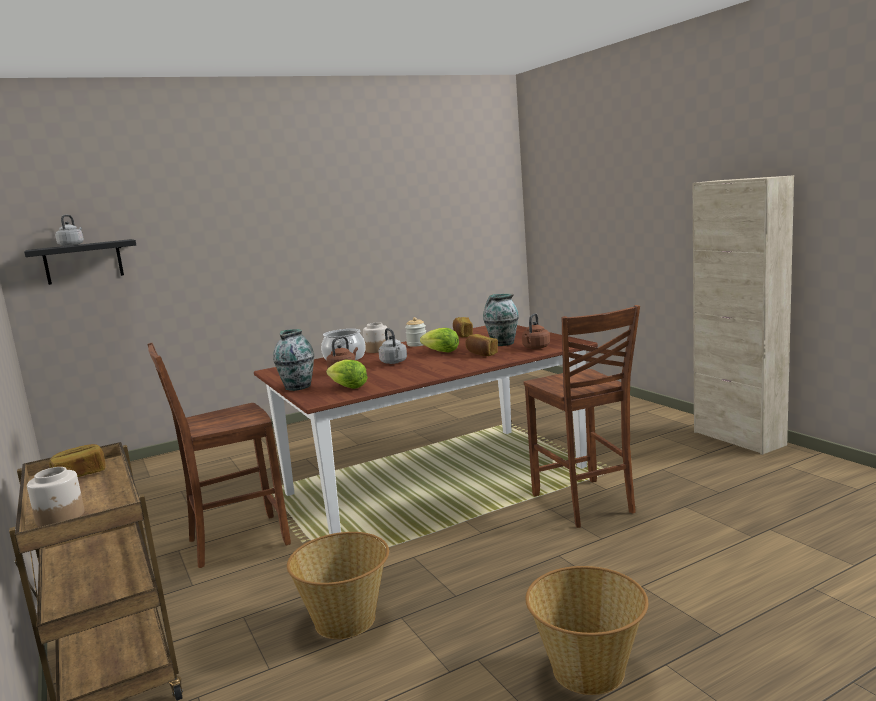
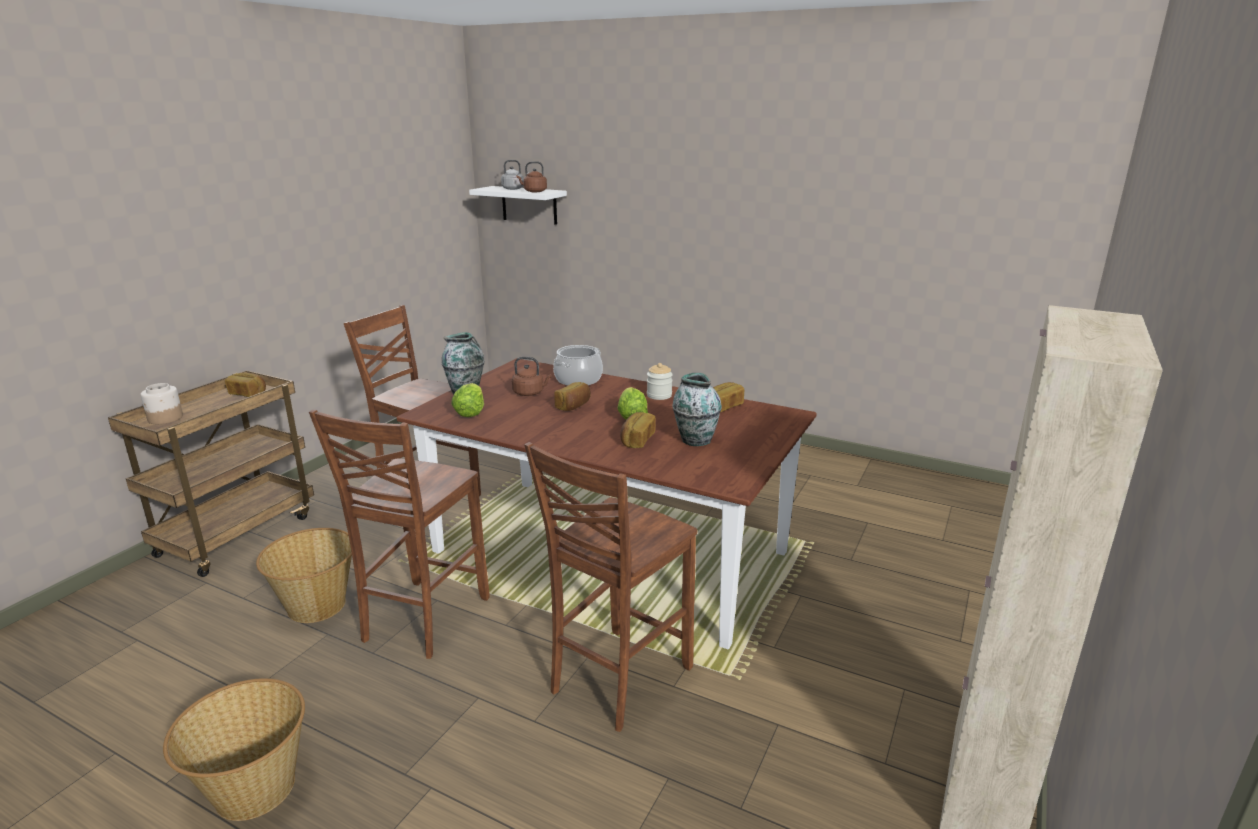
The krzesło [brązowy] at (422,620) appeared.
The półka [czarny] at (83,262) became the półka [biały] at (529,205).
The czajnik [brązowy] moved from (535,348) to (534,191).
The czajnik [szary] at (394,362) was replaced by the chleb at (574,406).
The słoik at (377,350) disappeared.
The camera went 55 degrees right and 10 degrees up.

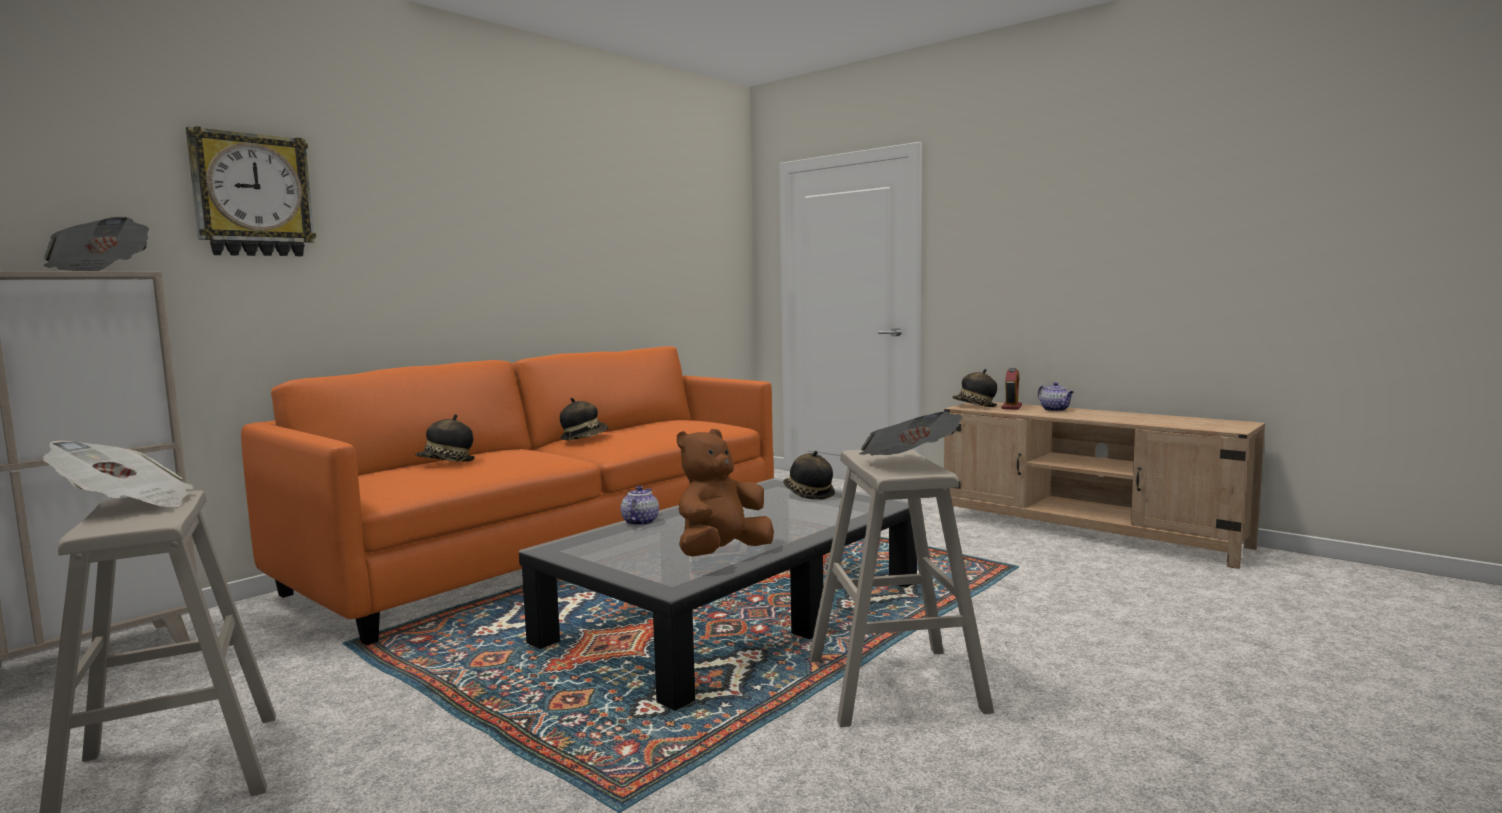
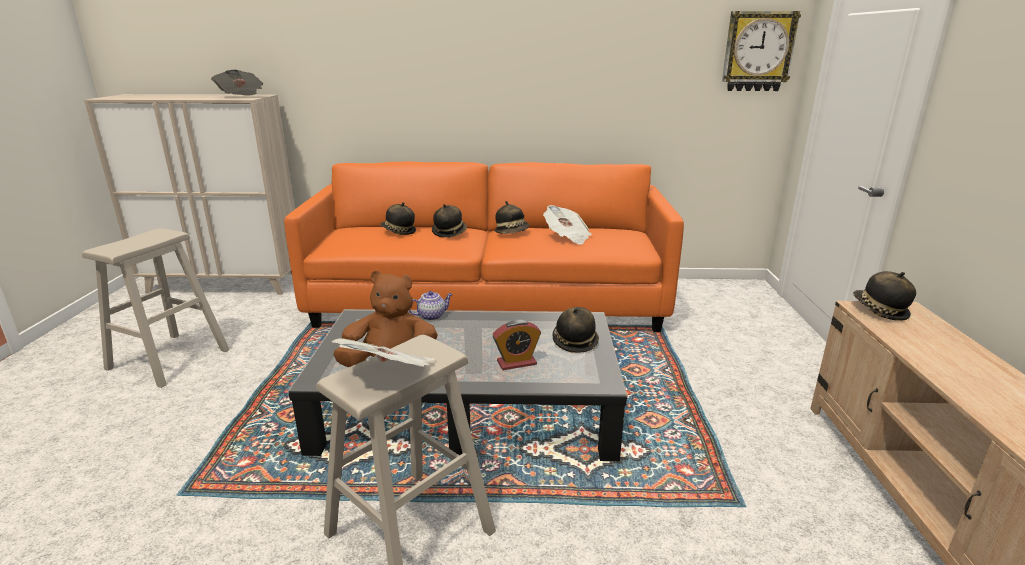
The kapelusz at (449,232) appeared.
The budzik moved from (1011,407) to (516,362).
The gazeta moved from (127,505) to (567,237).
The zegar ścienny moved from (252,195) to (758,52).
The imbryk at (1055,410) disappeared.
The camera went 50 degrees right and 15 degrees up.

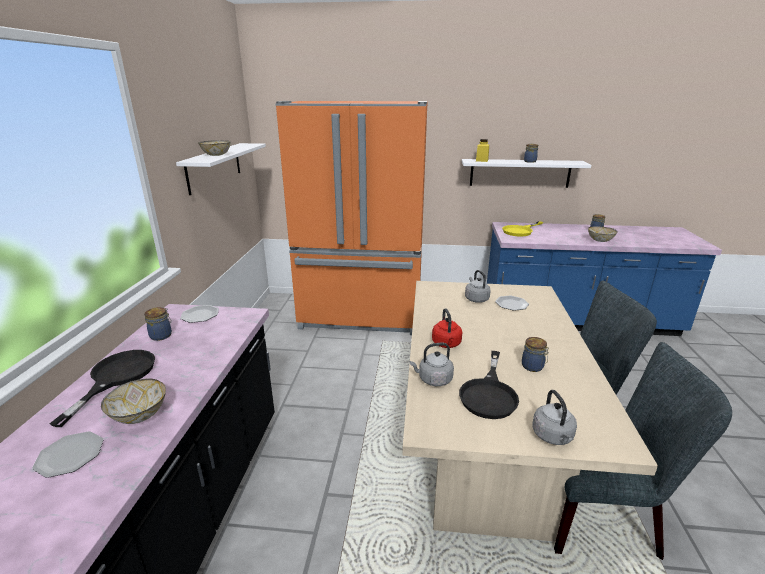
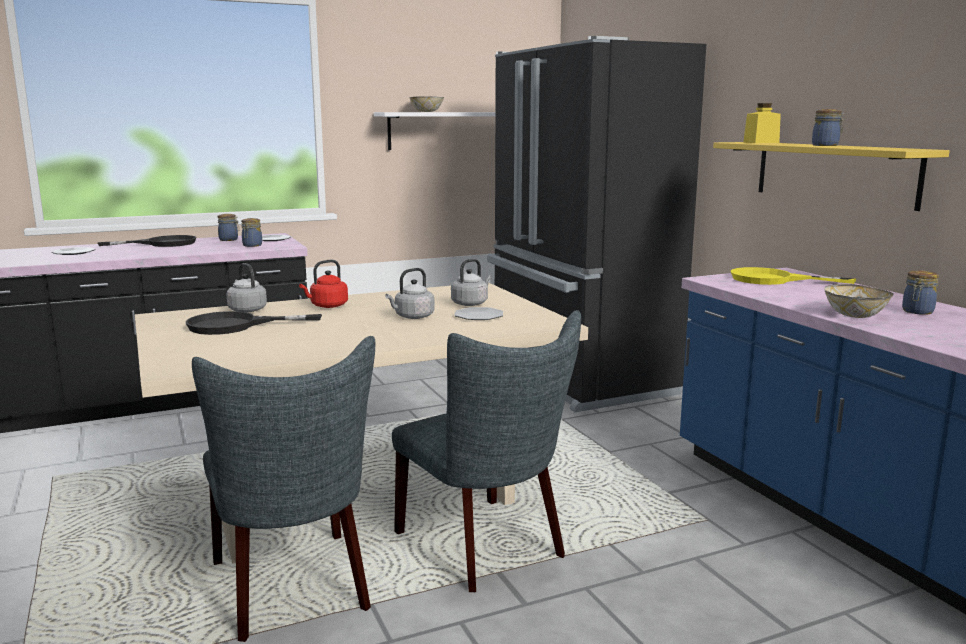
The słoik moved from (533,367) to (252,245).
The czajnik [szary] moved from (553,437) to (412,317).
The lodówka [pomarańczowy] at (361,315) became the lodówka [czarny] at (577,377).
The półka [biały] at (519,173) became the półka [żółty] at (834,173).
The miska at (139,415) disappeared.
The camera went 60 degrees right and 10 degrees down.

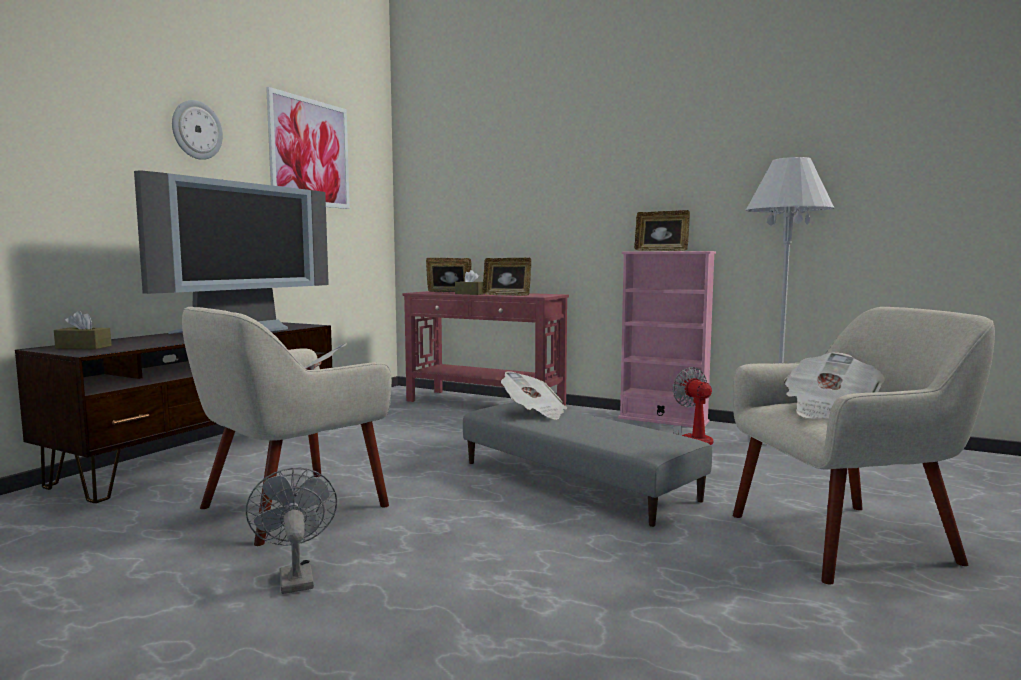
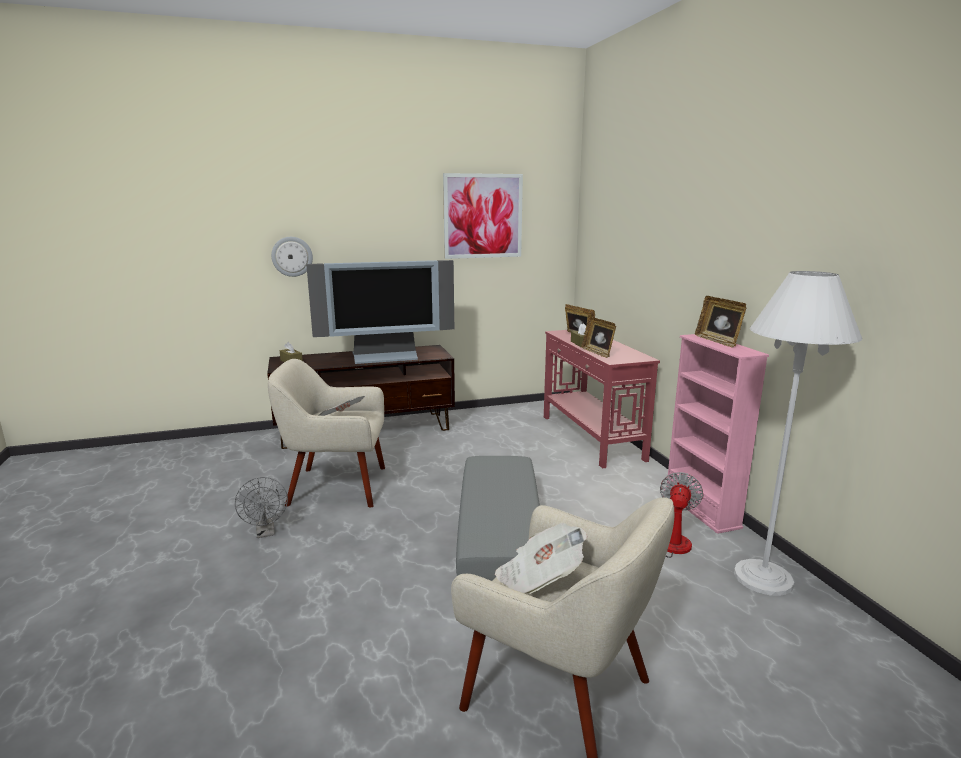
The wentylator [szary] at (294,576) turned 135 degrees clockwise.
The zegar ścienny moved from (196,130) to (292,256).
The gazeta at (534,413) disappeared.
The camera went 45 degrees right and 10 degrees up.

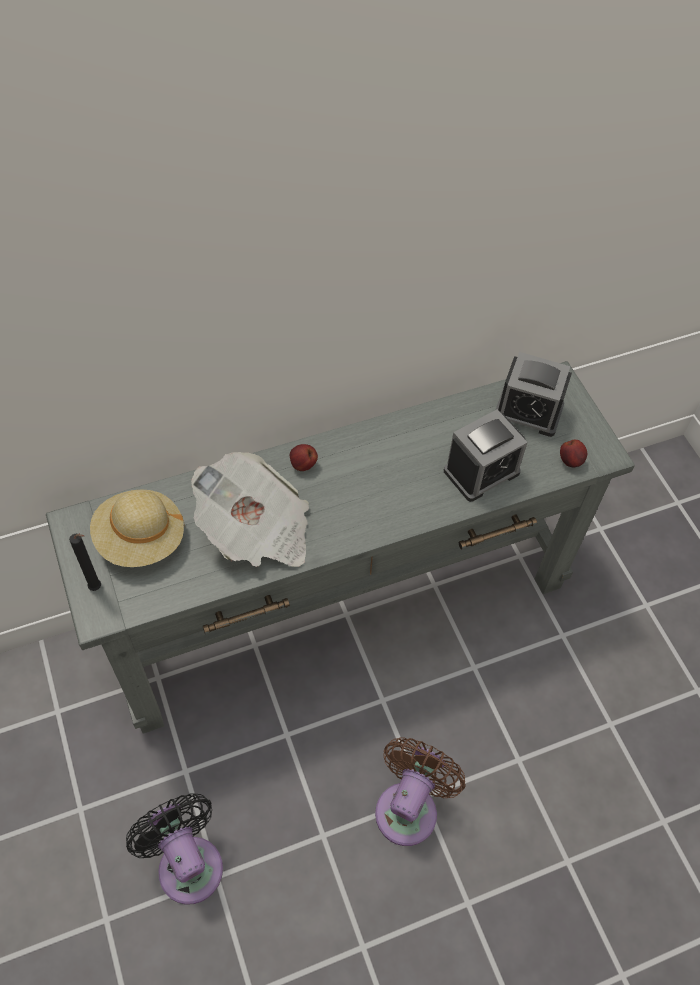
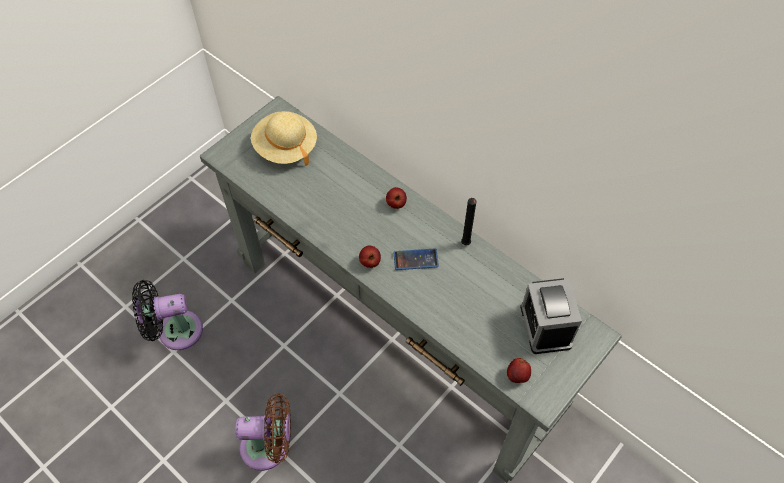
The wentylator [czarny] at (187,862) turned 135 degrees counterclockwise.
The jabłko at (370,262) appeared.
The telefon at (415,259) appeared.
The świeca [czarny] moved from (97,588) to (466,245).
The gazeta at (256,530) disappeared.
The budzik at (481,471) disappeared.
The camera went 65 degrees right and 0 degrees up.

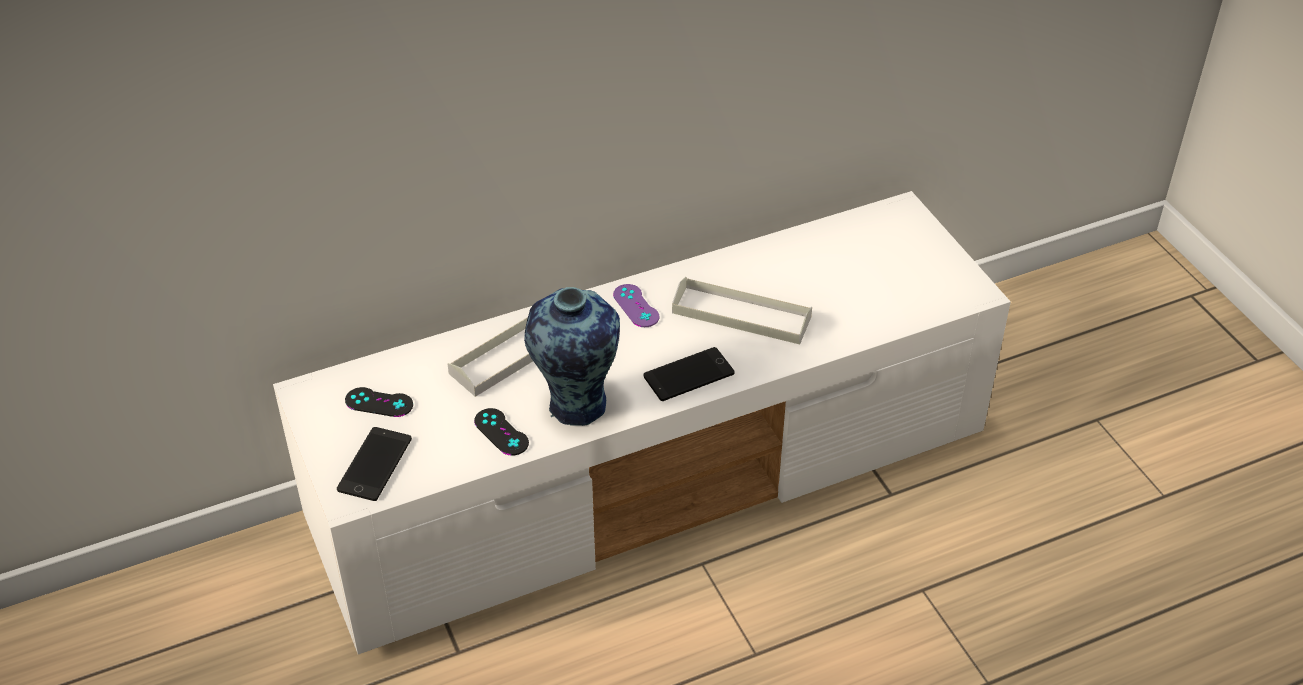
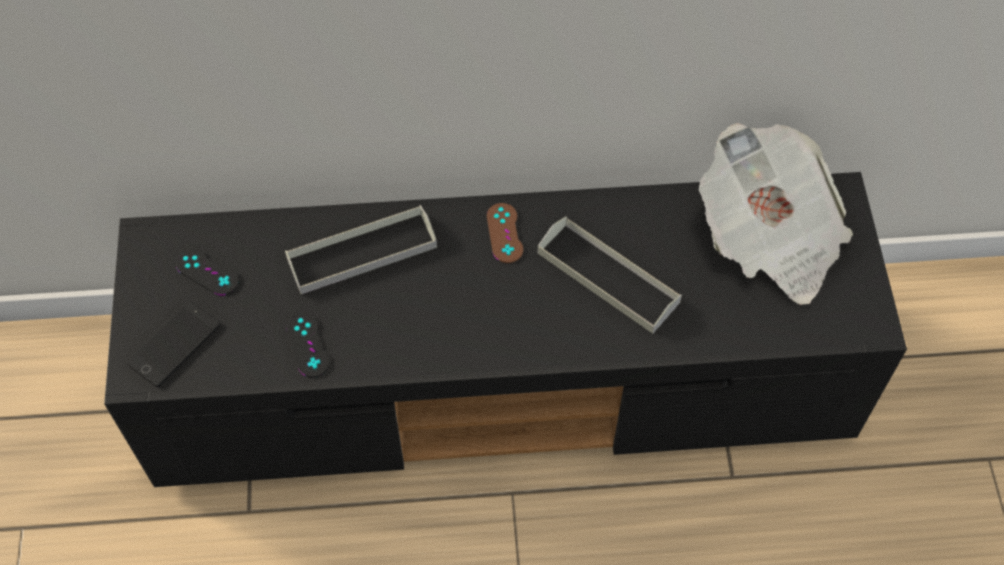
The szafka pod telewizor [biały] at (654,477) became the szafka pod telewizor [czarny] at (506,380).
The pad do gier [fioletowy] at (636,306) became the pad do gier [brązowy] at (504,233).
The gazeta at (769,237) appeared.
The wazon at (575,406) disappeared.
The telefon at (688,375) disappeared.
The camera went 20 degrees right and 15 degrees up.

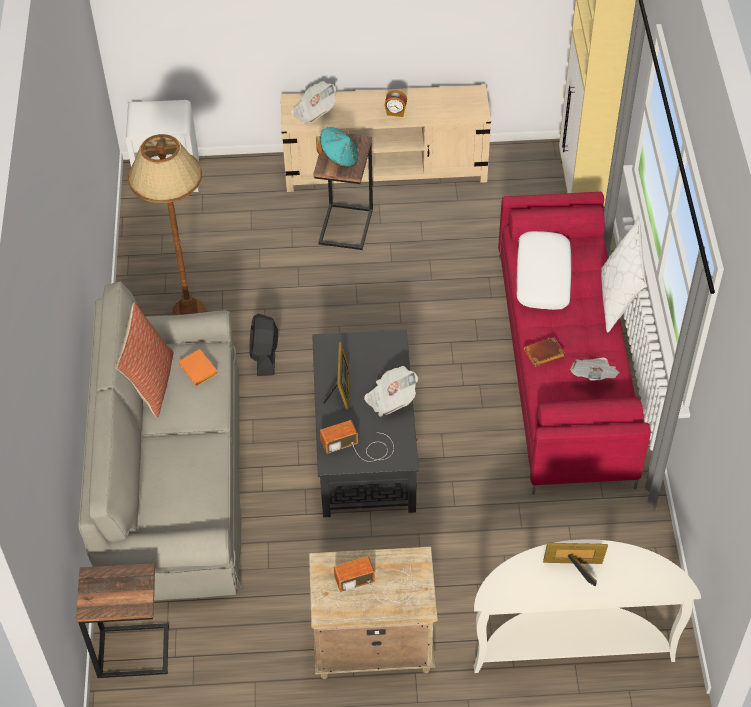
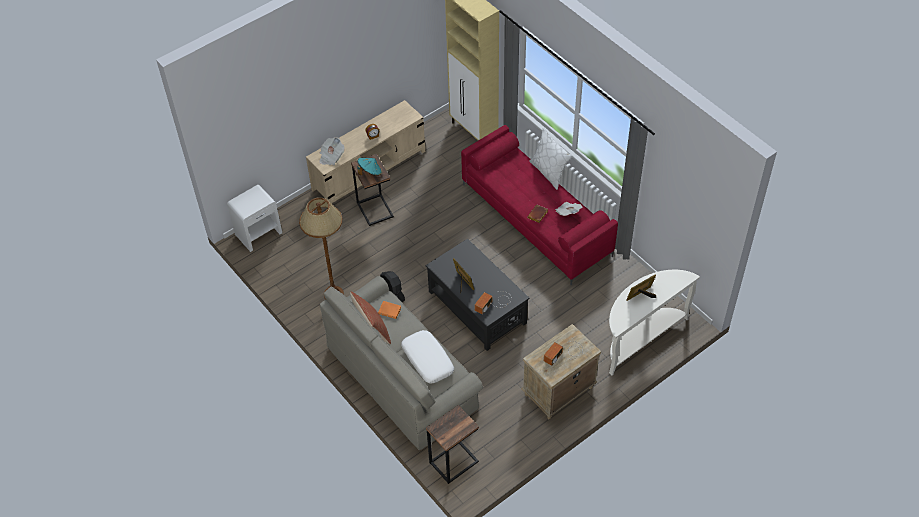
The poduszka [biały] moved from (542,277) to (427,360).
The gazeta at (391,399) disappeared.
The camera went 35 degrees left and 0 degrees up.

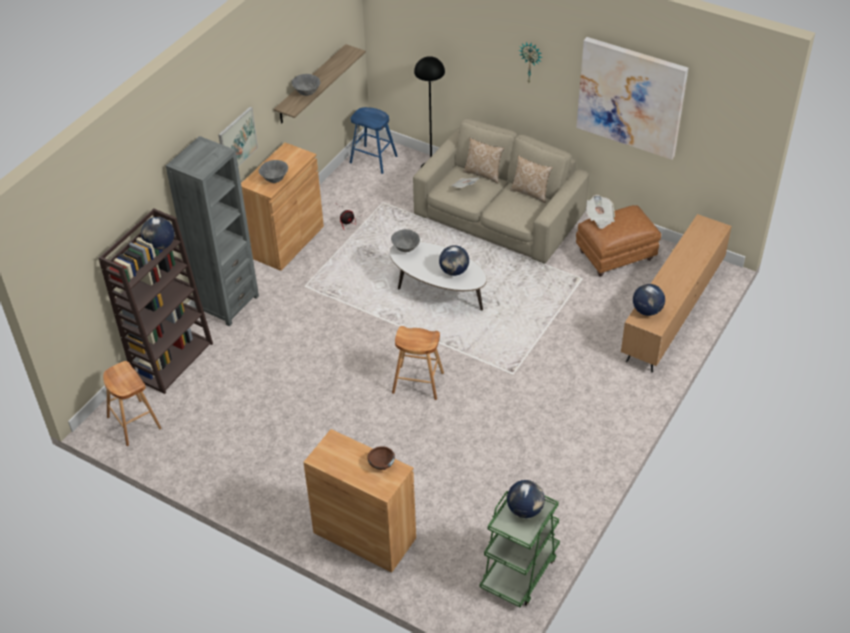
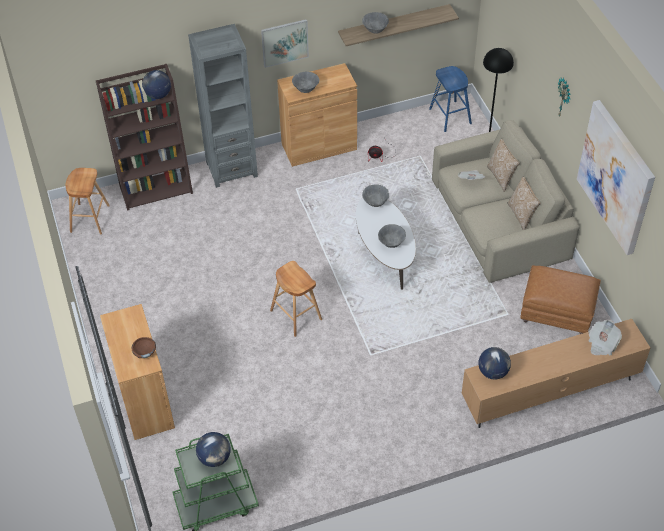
The globus at (454,271) was replaced by the miska [szary] at (391,243).
The gazeta moved from (600,218) to (602,344).
The camera went 40 degrees right and 5 degrees up.

